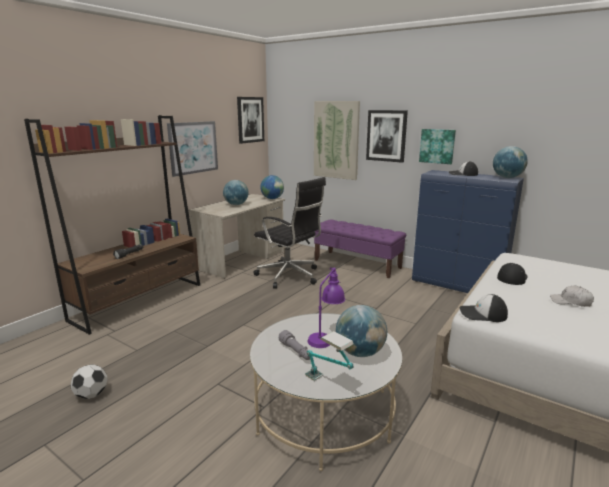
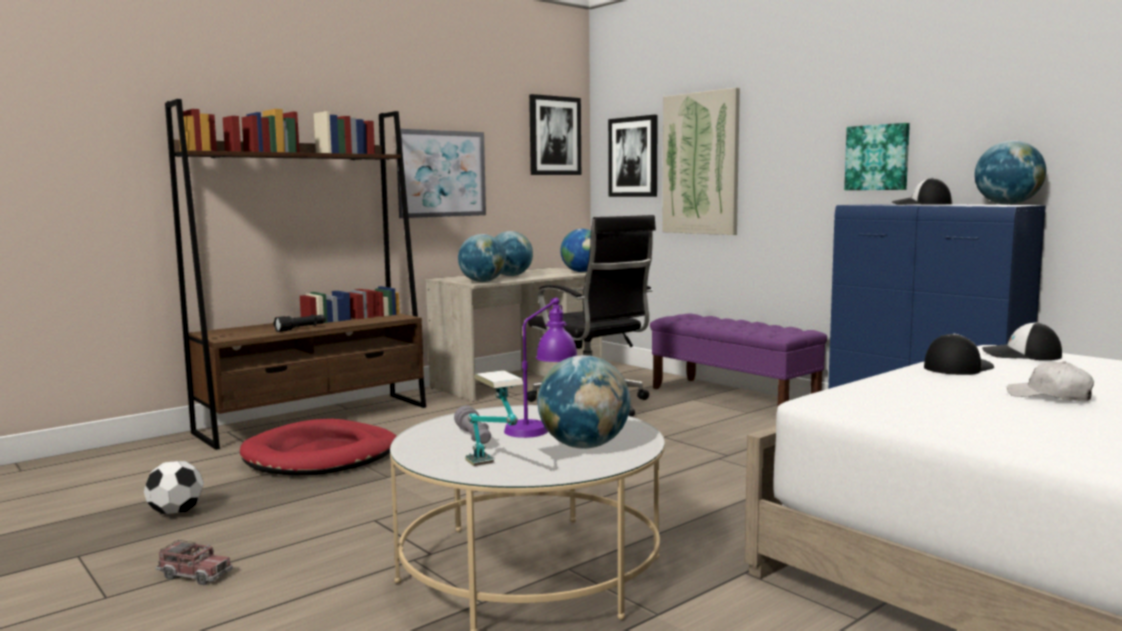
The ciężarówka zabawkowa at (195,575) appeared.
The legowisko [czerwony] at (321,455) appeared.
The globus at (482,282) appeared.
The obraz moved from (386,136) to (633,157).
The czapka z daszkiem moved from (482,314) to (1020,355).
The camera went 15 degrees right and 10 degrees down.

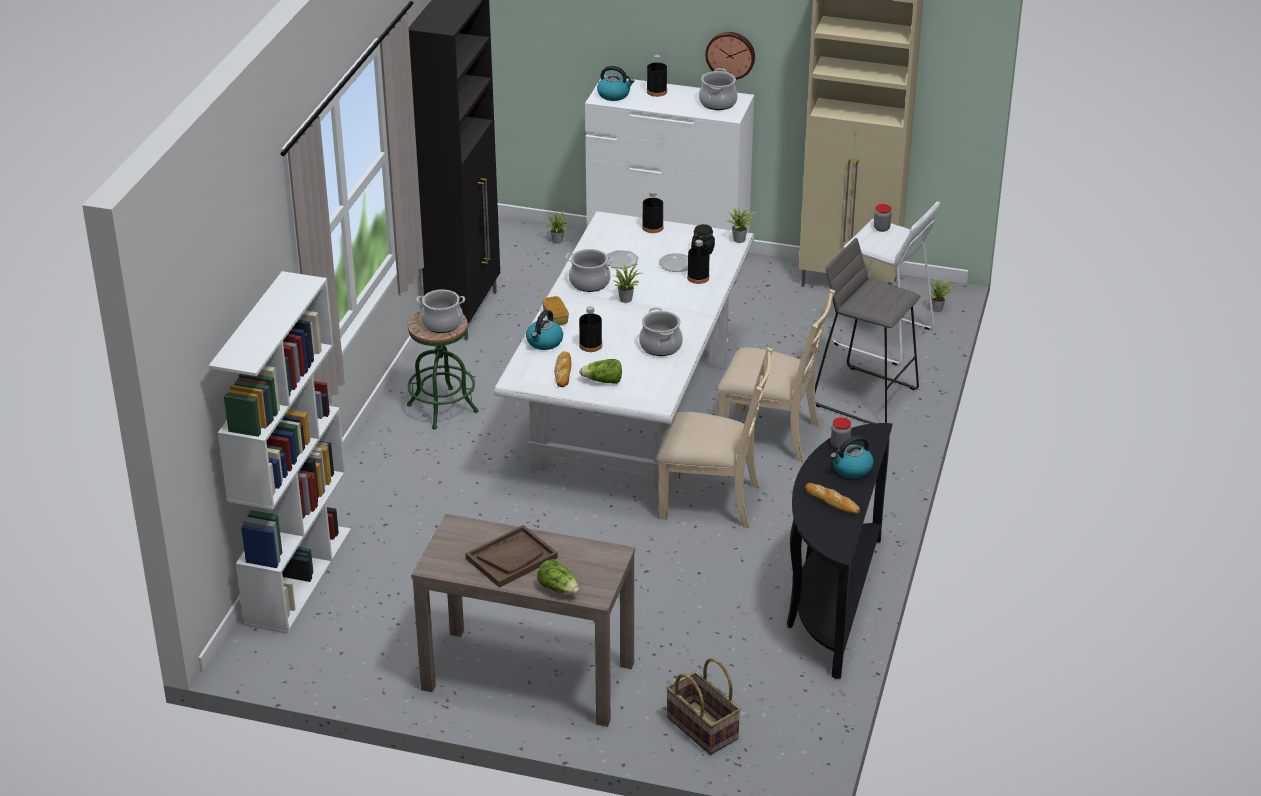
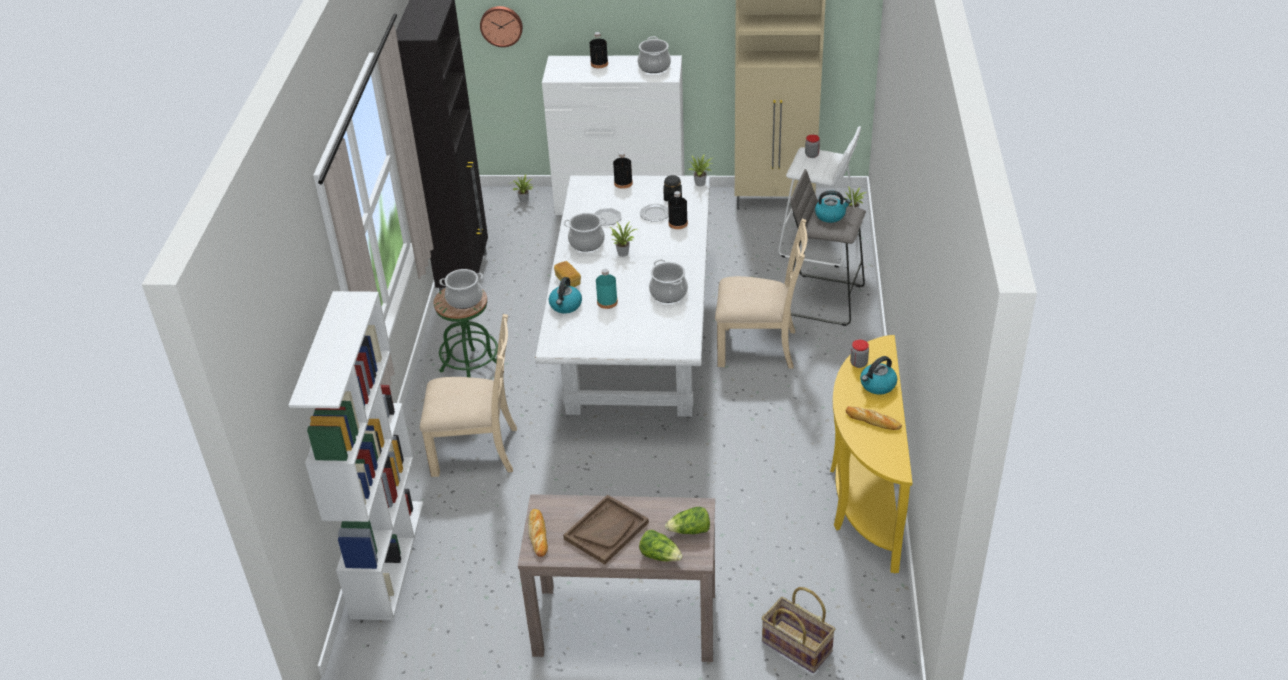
The krzesło [beżowy] moved from (711,501) to (476,450).
The zegar ścienny moved from (731,54) to (501,25).
The chleb moved from (563,372) to (538,534).
The butelka [czarny] at (590,345) became the butelka [turkusowy] at (607,302).
The sałata moved from (603,381) to (690,530).
The czajnik moved from (614,95) to (830,215).
The stolik konsolowy [czarny] at (831,602) became the stolik konsolowy [żółty] at (863,498).
The camera went 10 degrees left and 5 degrees up.

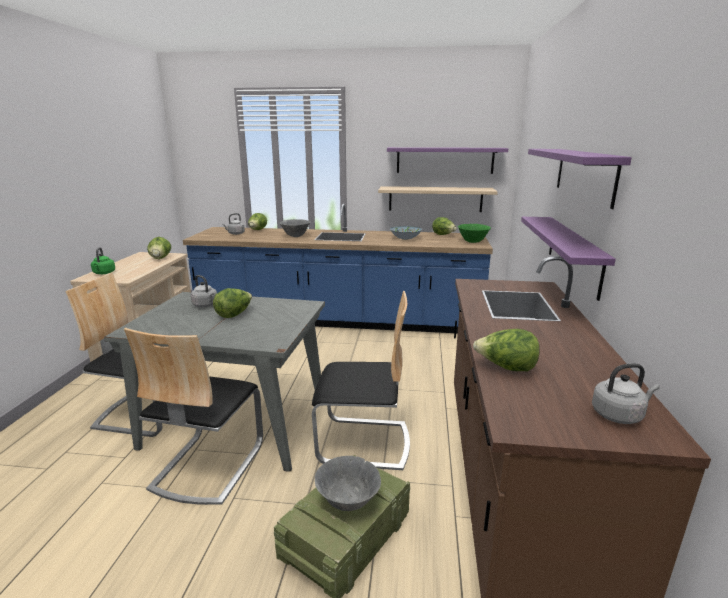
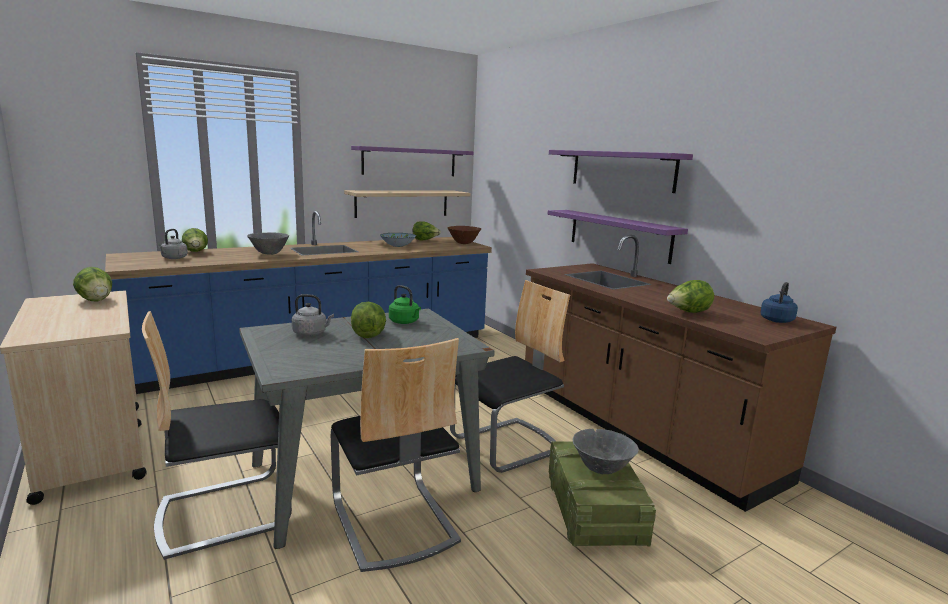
The czajnik [zielony] moved from (104,273) to (405,322).
The miska [zielony] at (473,242) became the miska [brązowy] at (464,243).
The czajnik [szary] at (619,415) became the czajnik [niebieski] at (777,320).
The camera went 40 degrees left and 5 degrees down.

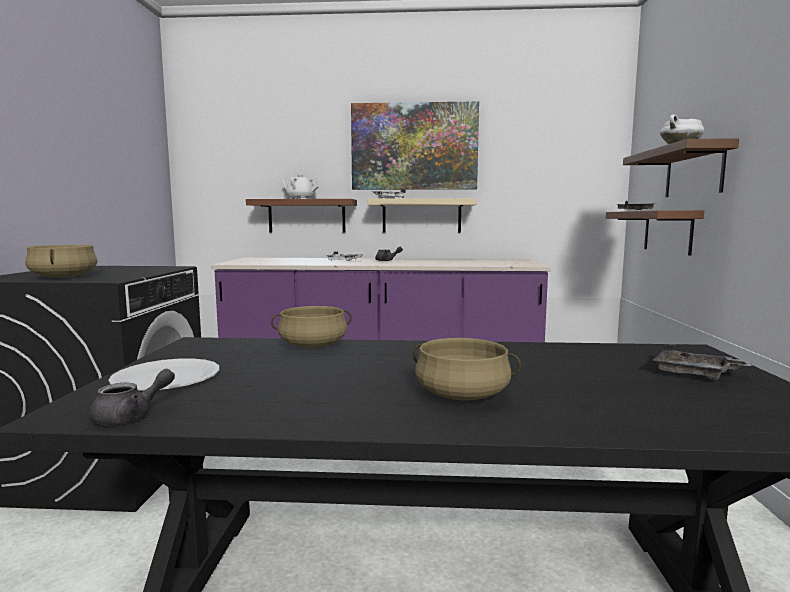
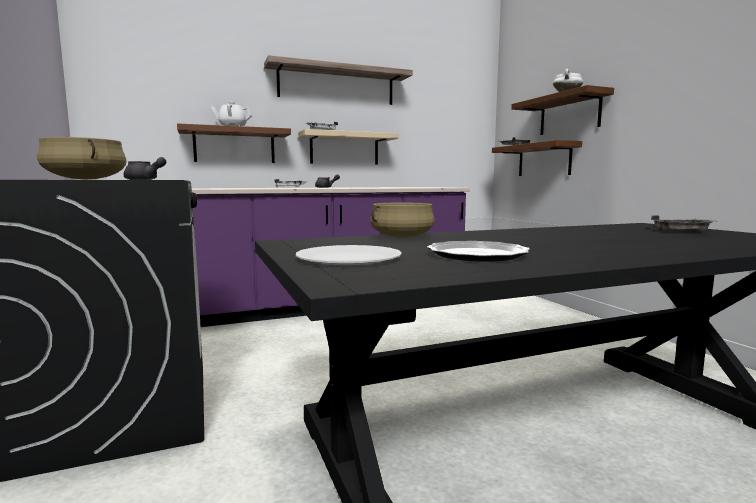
The imbryk [szary] moved from (131,416) to (146,180).
The obraz at (414,147) was replaced by the półka at (337,85).
The talerz at (476,255) appeared.
The garnek [beżowy] at (462,395) disappeared.
The camera went 25 degrees left and 0 degrees up.

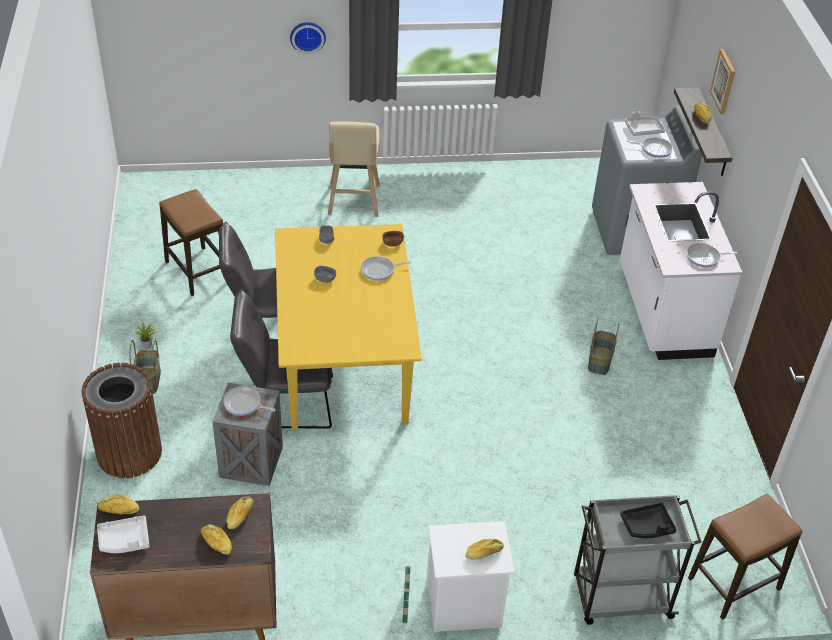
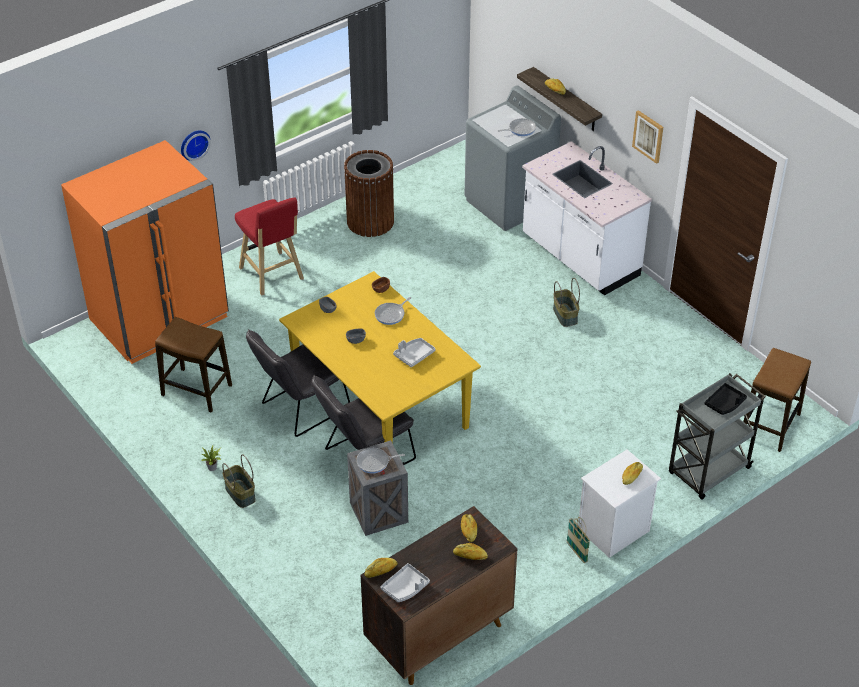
The lodówka [pomarańczowy] at (160,319) appeared.
The stołek [beżowy] at (353,202) became the stołek [czerwony] at (272,275).
The kosz na śmieci [brązowy] moved from (129,453) to (370,221).
The taca [szary] moved from (643,130) to (414,355).
The obraz moved from (724,81) to (648,136).
The patelnia at (705,257) disappeared.
The camera went 30 degrees left and 0 degrees up.

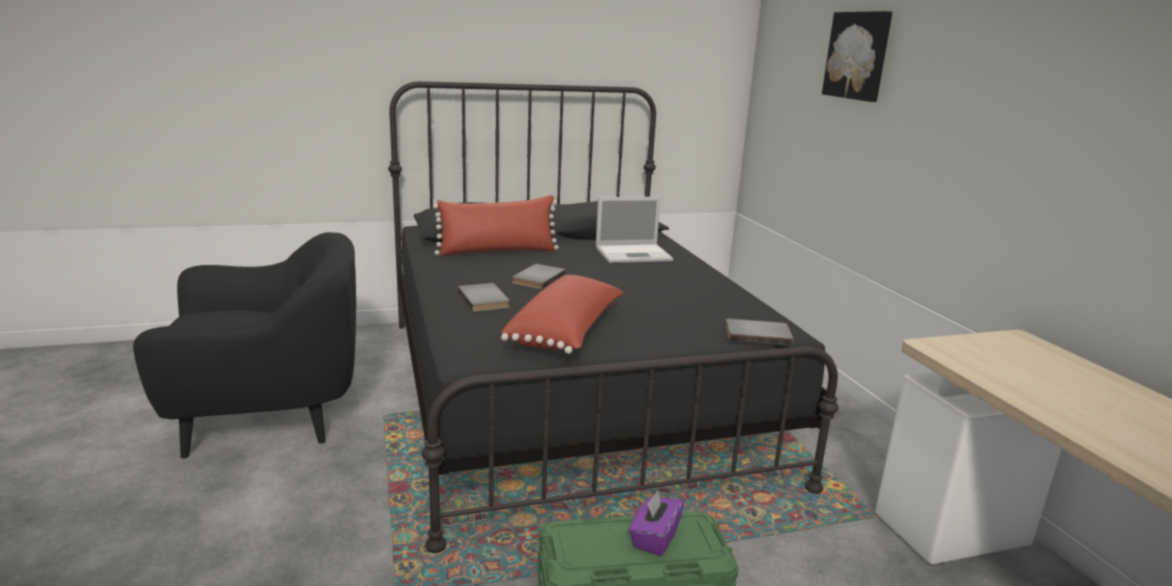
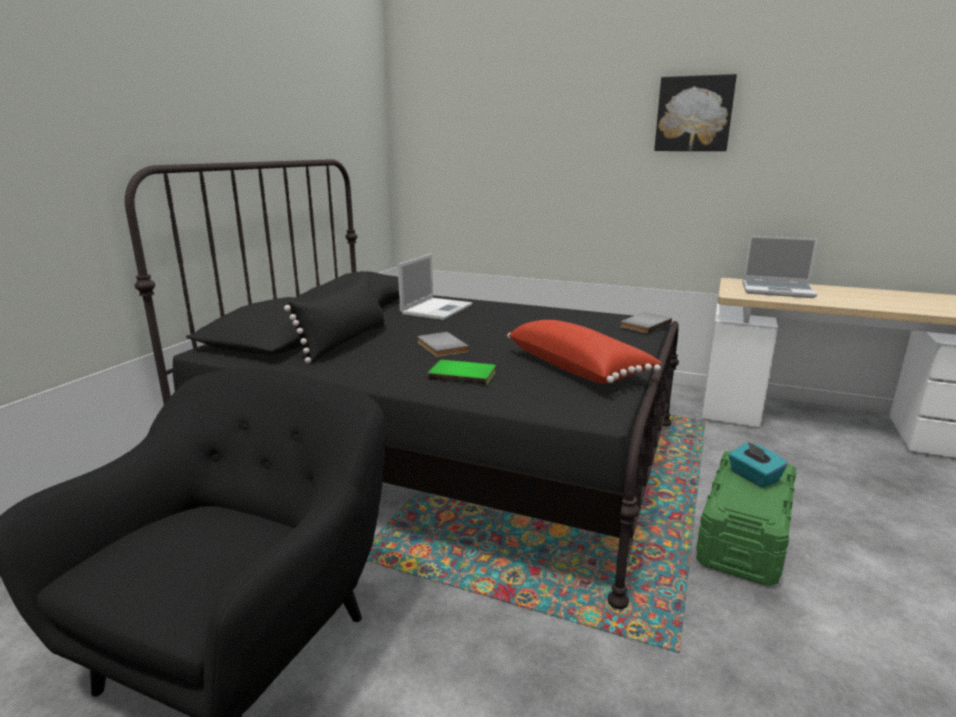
The poduszka [czerwony] at (498,251) became the poduszka [czarny] at (344,342).
The książka [szary] at (485,299) became the książka [zielony] at (463,374).
The obraz moved from (858,55) to (694,114).
The pudełko chusteczek [fioletowy] at (654,538) became the pudełko chusteczek [turkusowy] at (753,477).
The laptop at (778,290) appeared.
The camera went 50 degrees left and 0 degrees up.

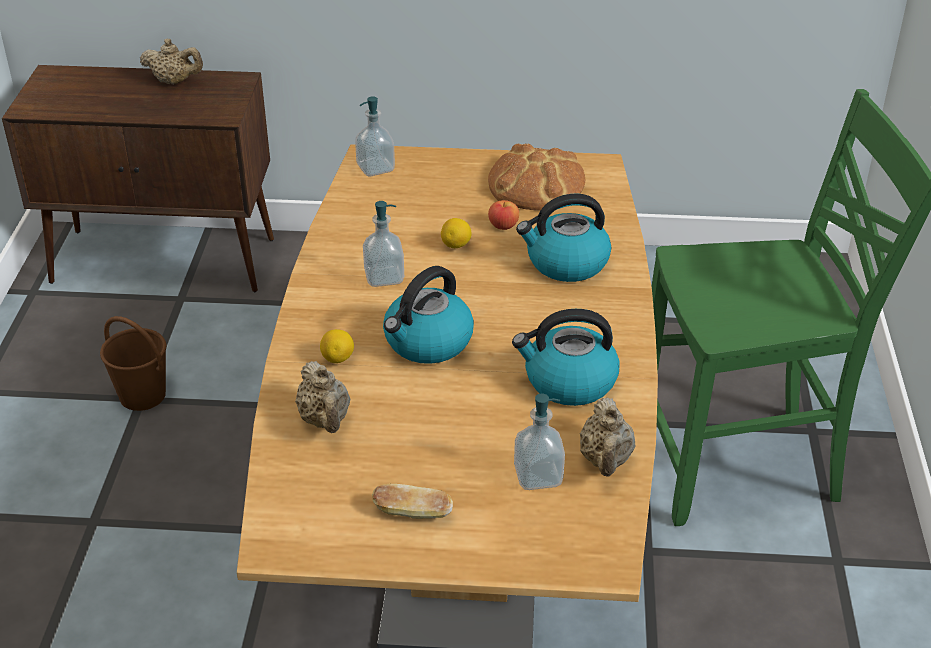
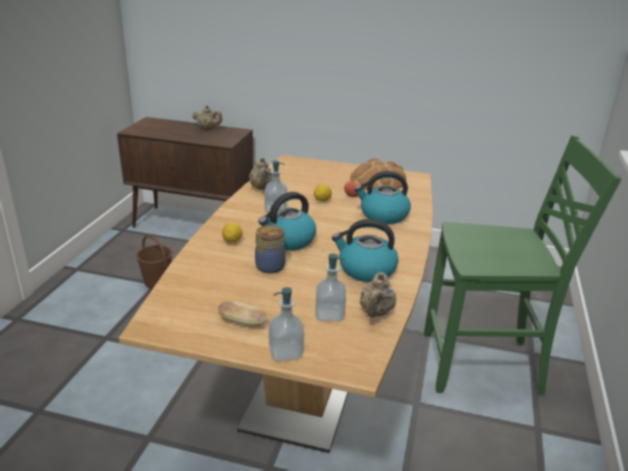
The imbryk [beżowy] moved from (325,420) to (262,188).
The słoik at (269,266) appeared.
The dozownik mydła moved from (375,168) to (286,352).
The camera went 10 degrees right and 10 degrees down.

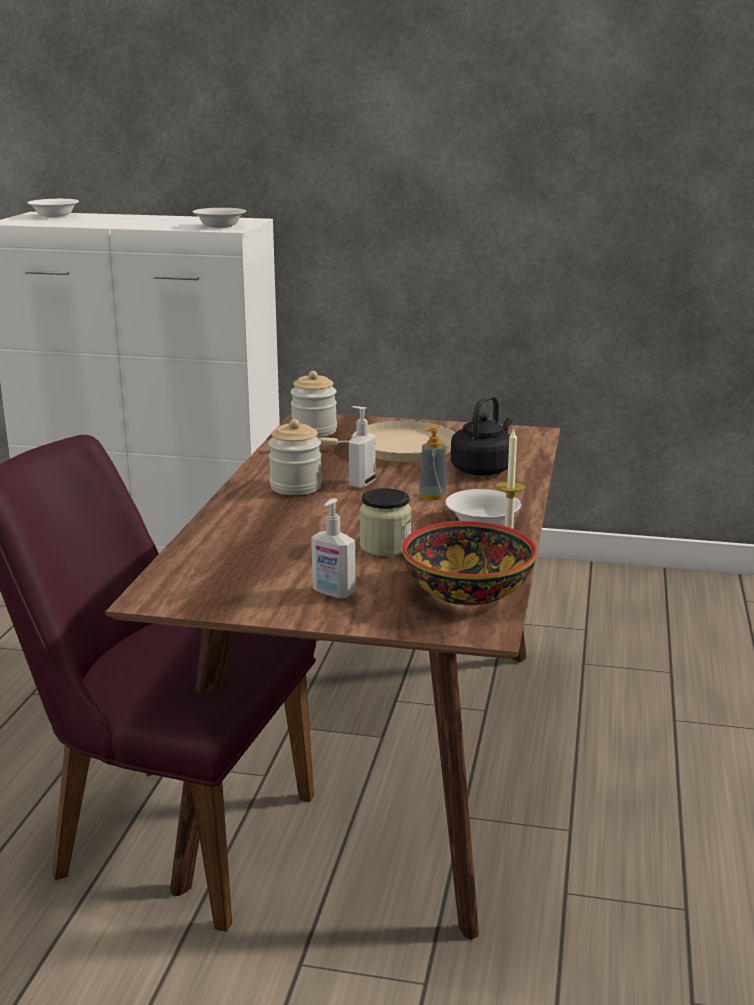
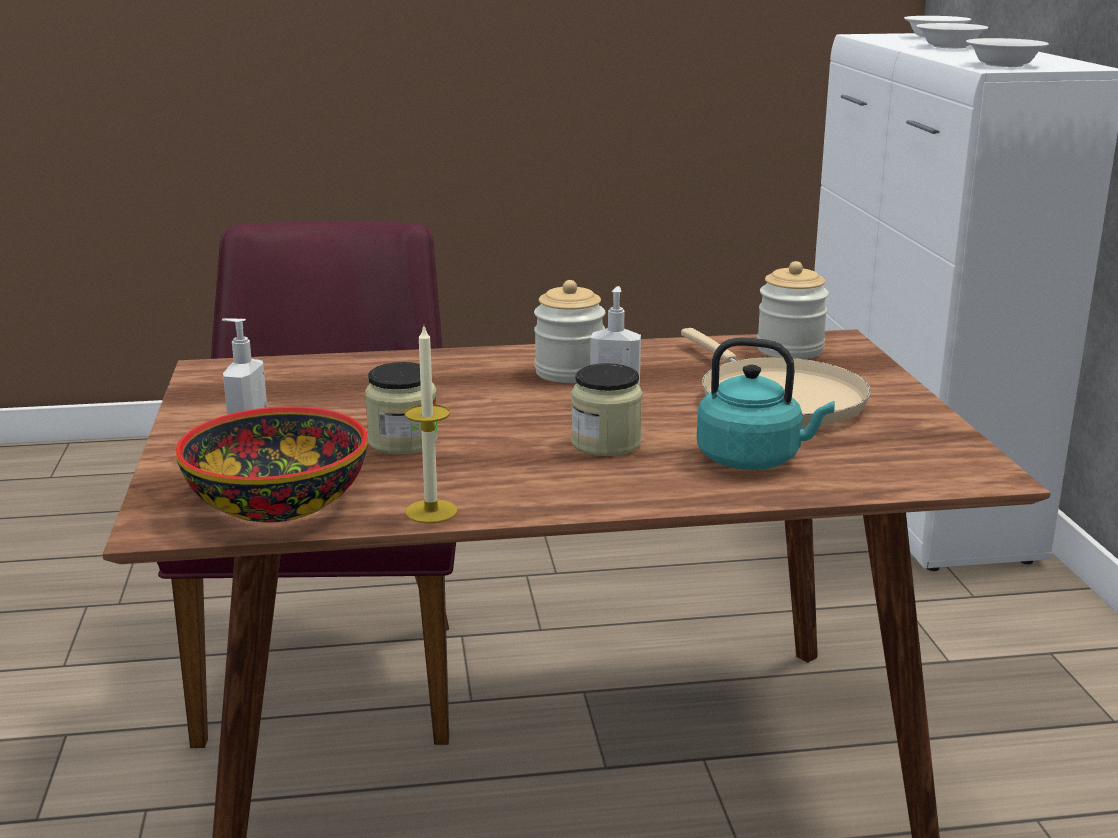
The dozownik mydła at (432,496) was replaced by the słoik at (606,443).
The czajnik [czarny] at (483,469) became the czajnik [turkusowy] at (754,459).
The miska [biały] moved from (481,522) to (950,46).
The camera went 70 degrees right and 0 degrees up.

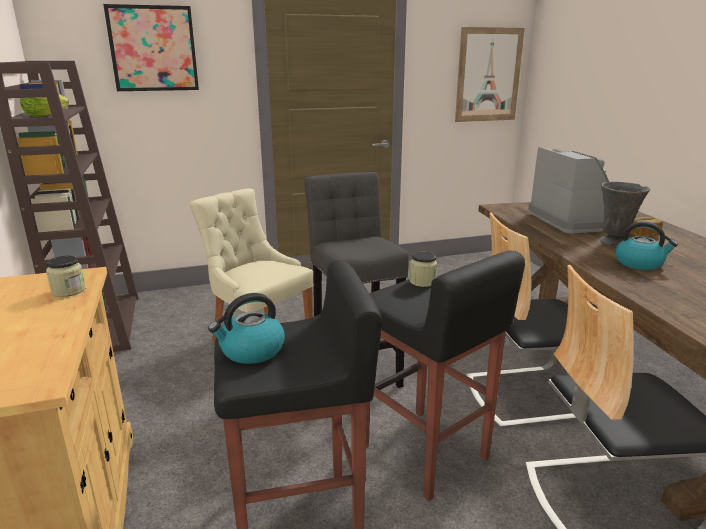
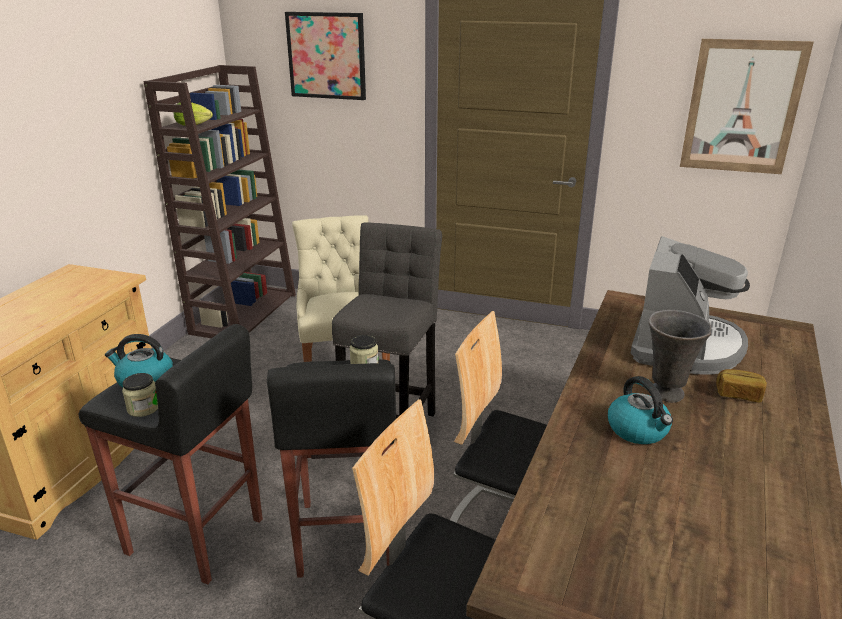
The słoik moved from (68,291) to (143,408).
The camera went 35 degrees right and 5 degrees up.

